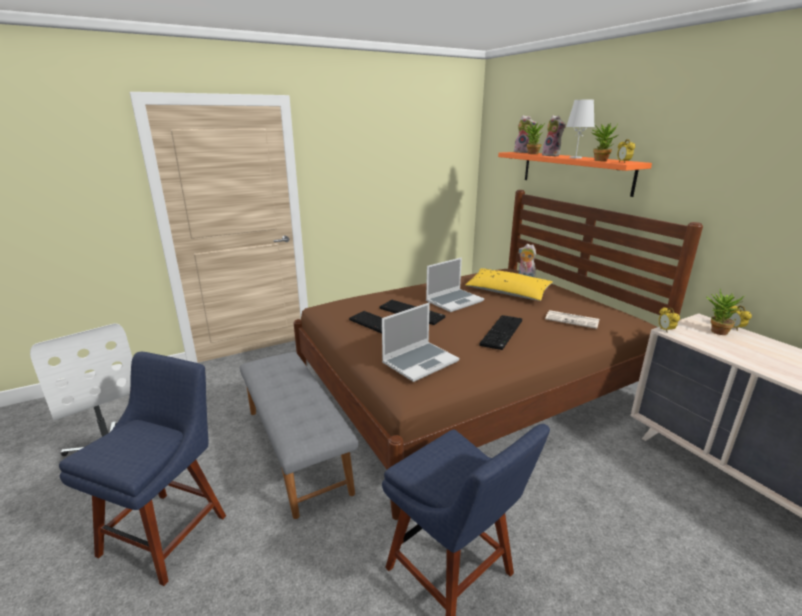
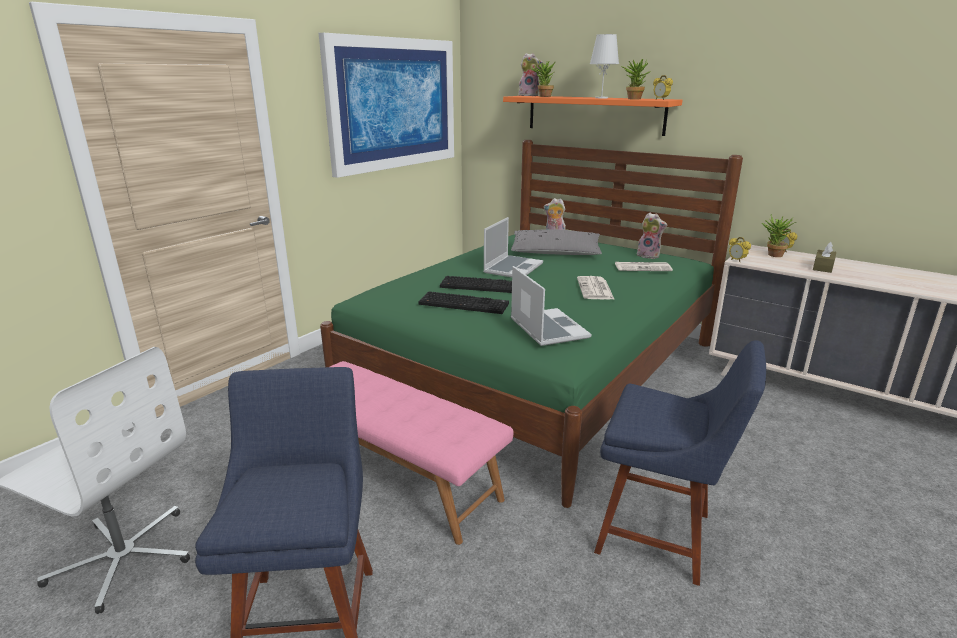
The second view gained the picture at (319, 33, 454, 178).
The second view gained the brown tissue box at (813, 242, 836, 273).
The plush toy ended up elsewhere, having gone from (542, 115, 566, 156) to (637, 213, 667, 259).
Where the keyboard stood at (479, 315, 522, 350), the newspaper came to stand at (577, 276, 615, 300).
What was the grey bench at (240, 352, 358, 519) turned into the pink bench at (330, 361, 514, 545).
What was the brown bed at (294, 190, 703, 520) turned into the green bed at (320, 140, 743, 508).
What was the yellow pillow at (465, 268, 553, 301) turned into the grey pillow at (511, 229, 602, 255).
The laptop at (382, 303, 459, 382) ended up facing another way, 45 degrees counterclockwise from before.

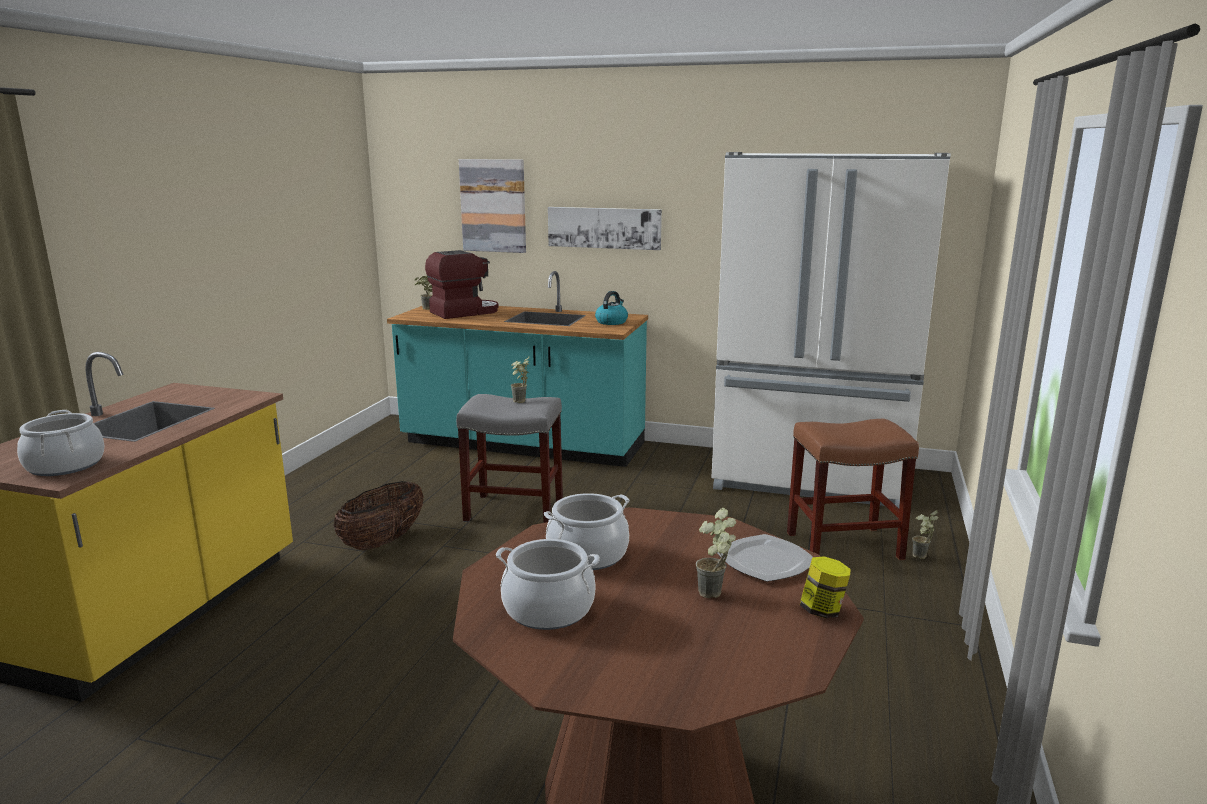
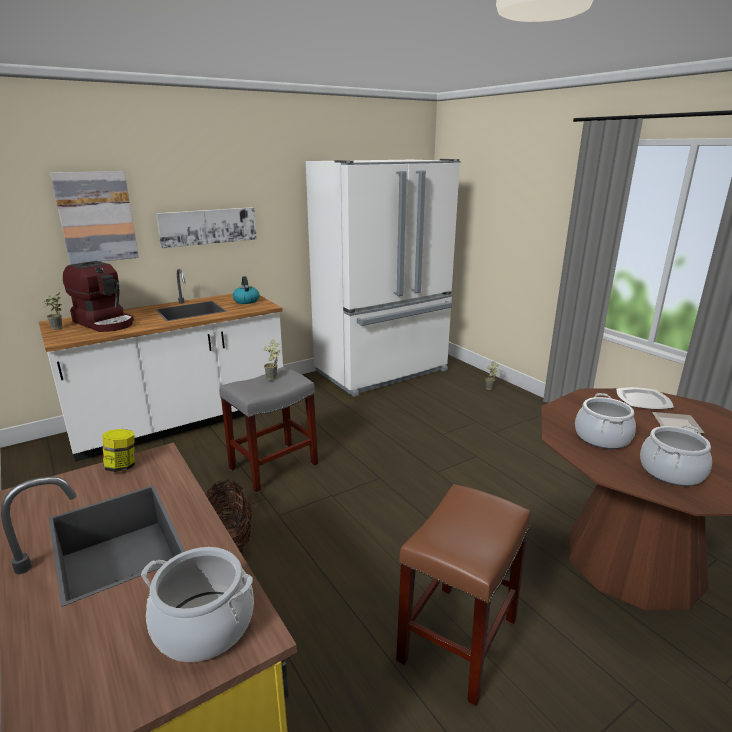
The brown stool ended up elsewhere, having gone from (787, 419, 919, 560) to (396, 484, 531, 706).
The jar ended up elsewhere, having gone from (800, 556, 851, 619) to (102, 429, 135, 472).
Where the potted plant stood at (696, 508, 736, 598), the plate came to stand at (652, 412, 704, 434).
What was the turquoise counter at (387, 271, 648, 467) turned into the white counter at (39, 269, 283, 462).
The coffee machine at (425, 250, 498, 319) ended up facing another way, 120 degrees clockwise from before.

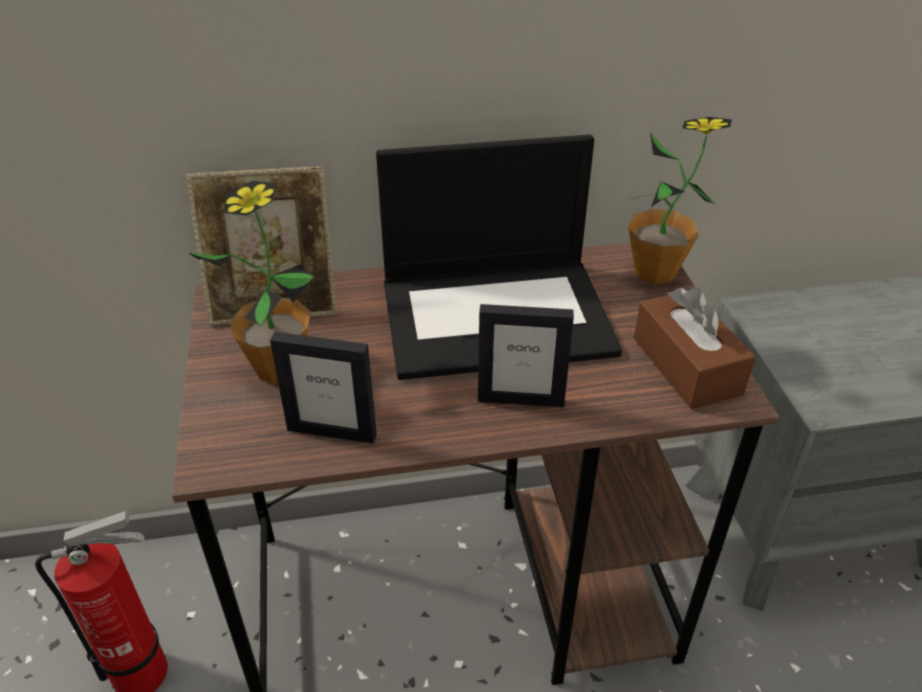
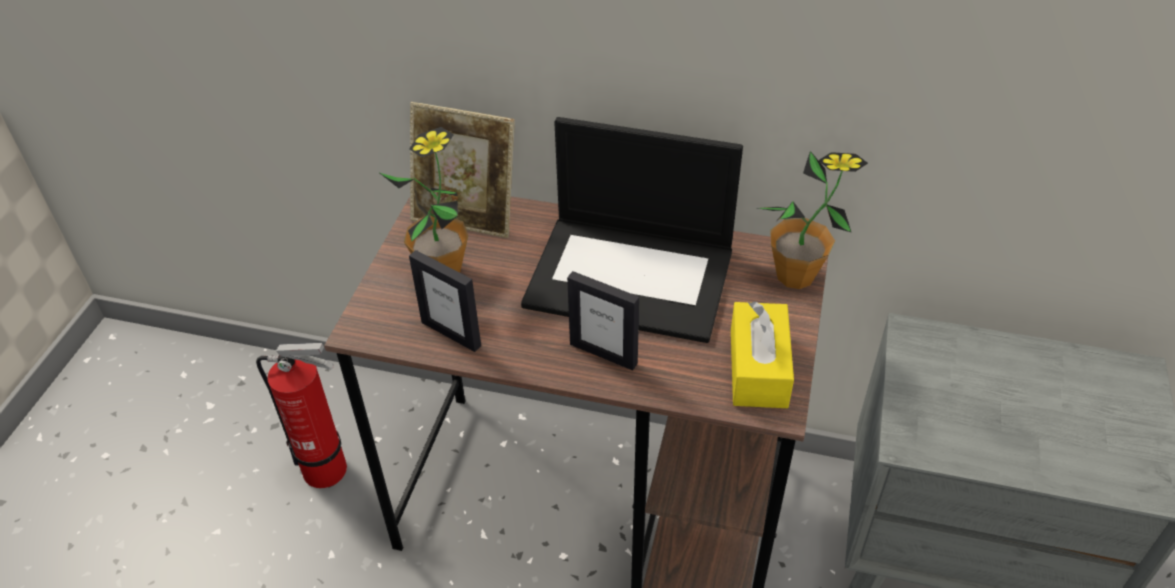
What was the brown tissue box at (634, 287, 755, 409) turned into the yellow tissue box at (731, 302, 794, 408).

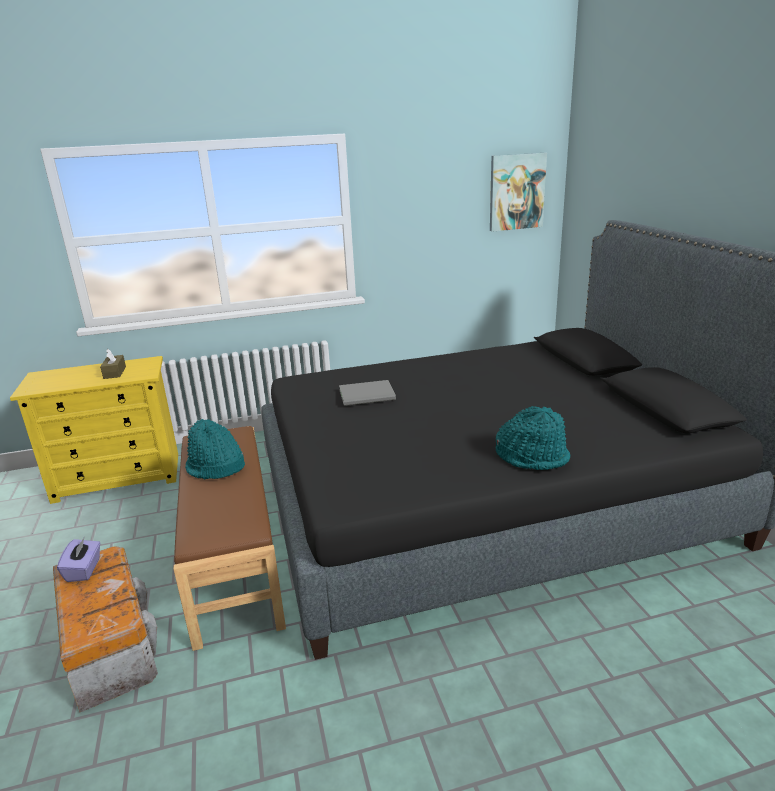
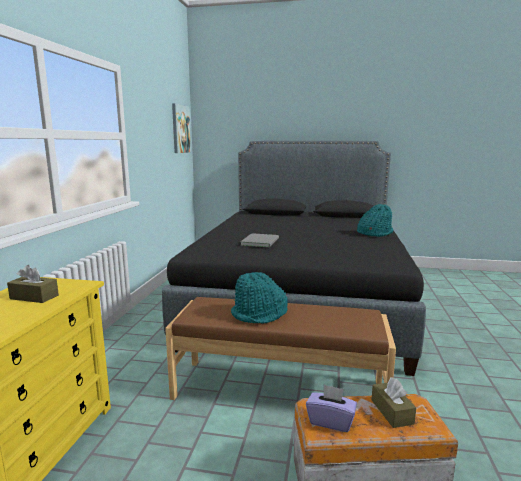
The second view gained the brown tissue box at (371, 377, 416, 428).

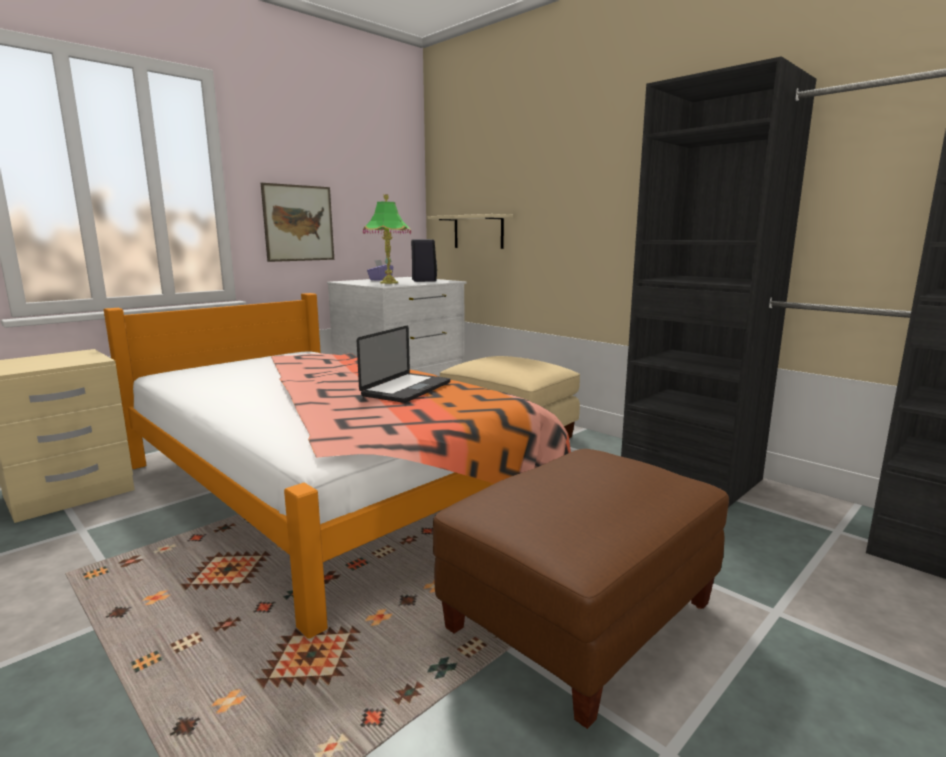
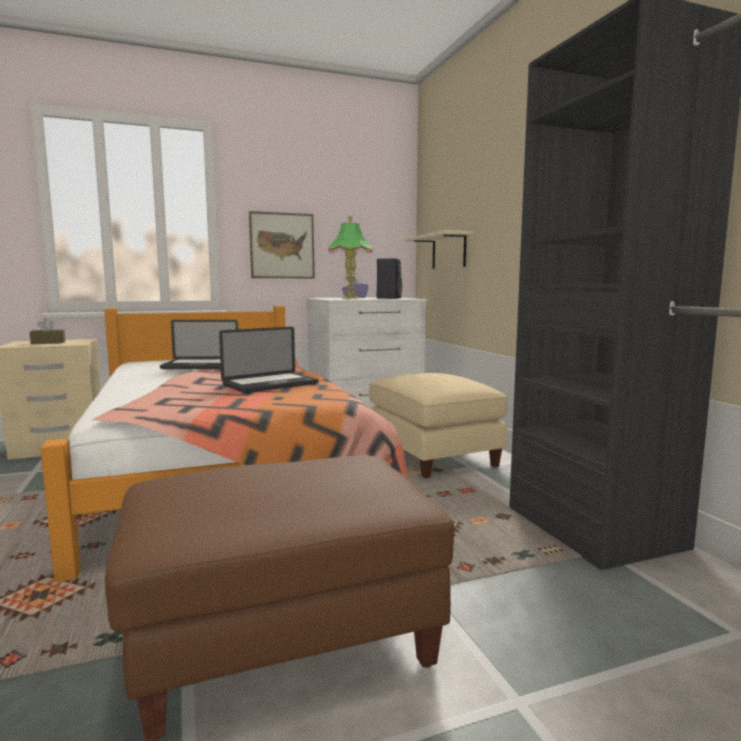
The second view gained the brown tissue box at (30, 319, 65, 344).
The second view gained the laptop at (160, 320, 238, 369).

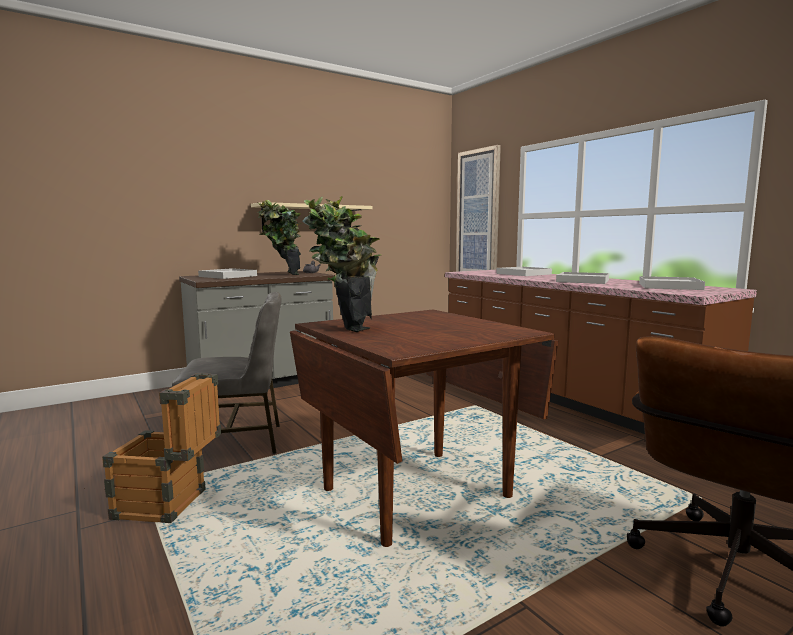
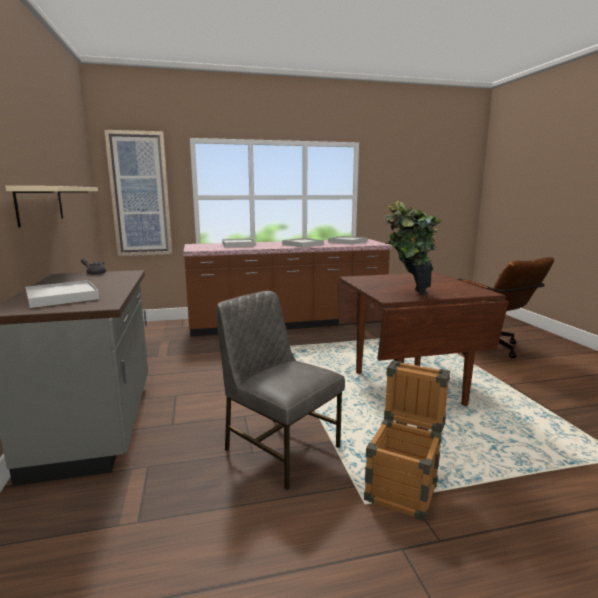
The second view lost the potted plant at (257, 200, 302, 275).
The grey chair at (172, 292, 282, 454) ended up facing another way, 60 degrees counterclockwise from before.

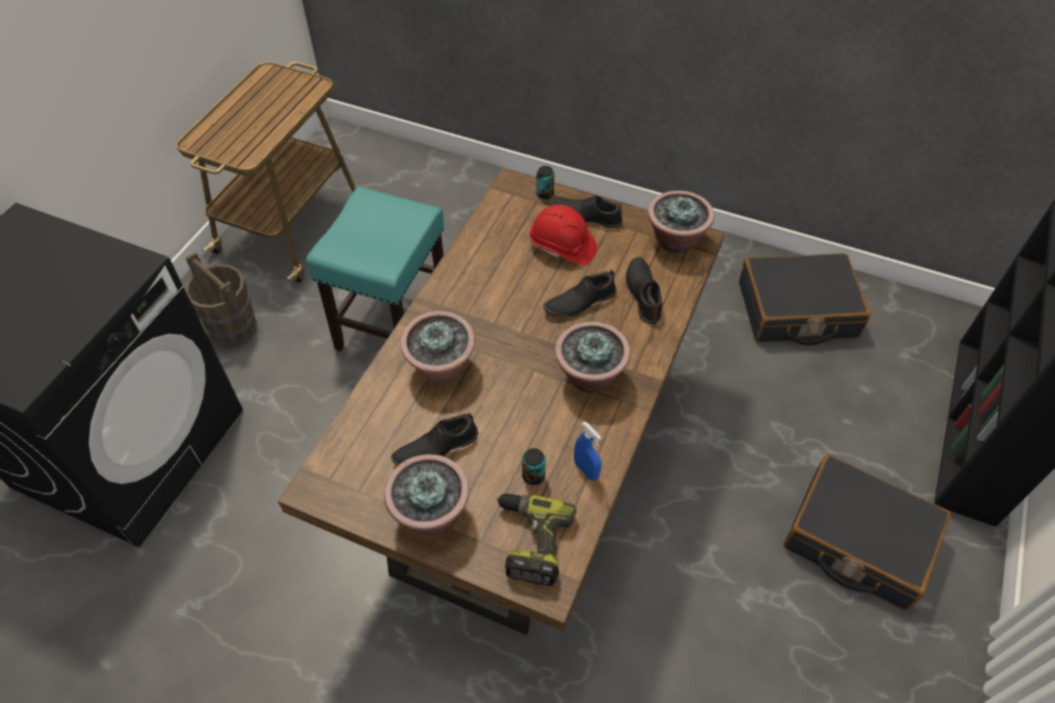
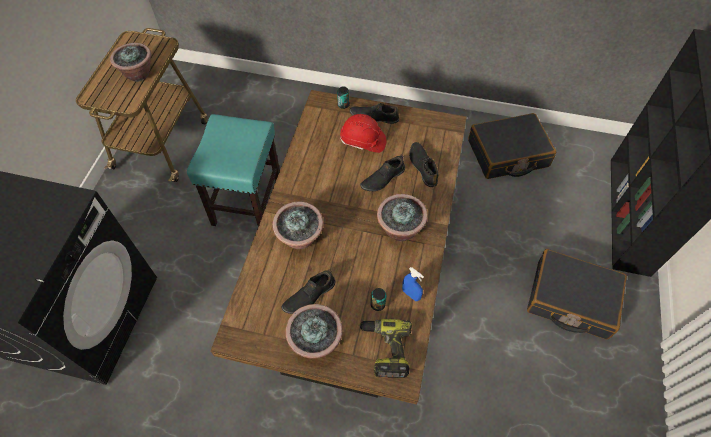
The second view lost the brown bucket at (185, 252, 257, 347).
The potted plant ended up elsewhere, having gone from (648, 191, 715, 254) to (110, 43, 151, 82).

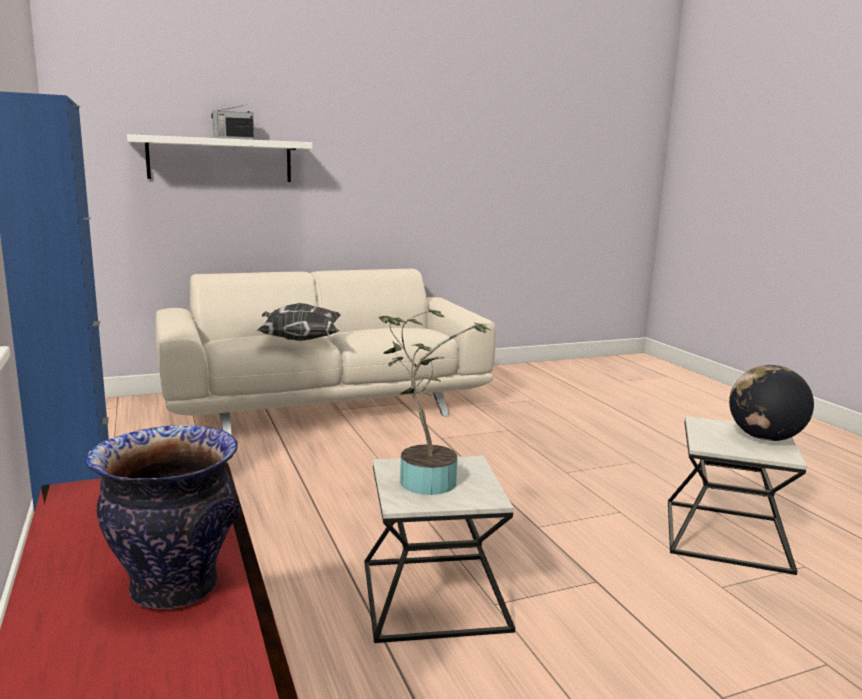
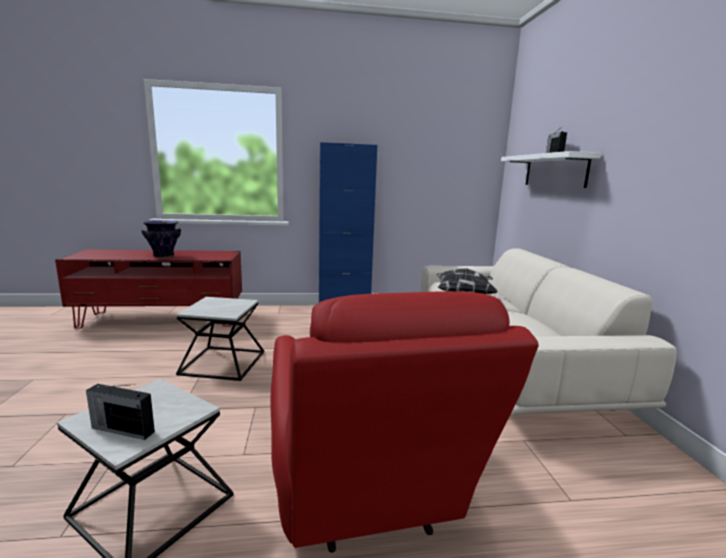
The second view lost the potted plant at (379, 309, 490, 495).
The second view gained the red armchair at (270, 291, 539, 553).
Where the globe stood at (729, 365, 814, 441), the radio came to stand at (86, 384, 155, 440).

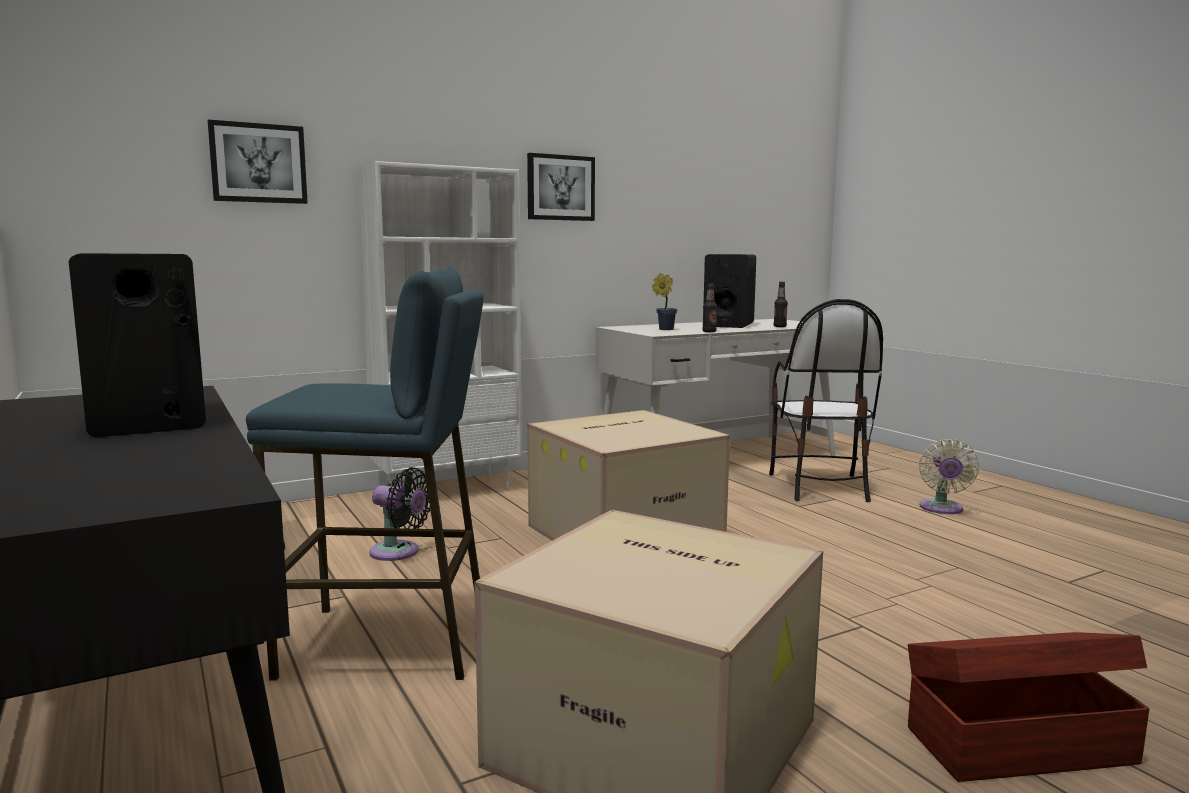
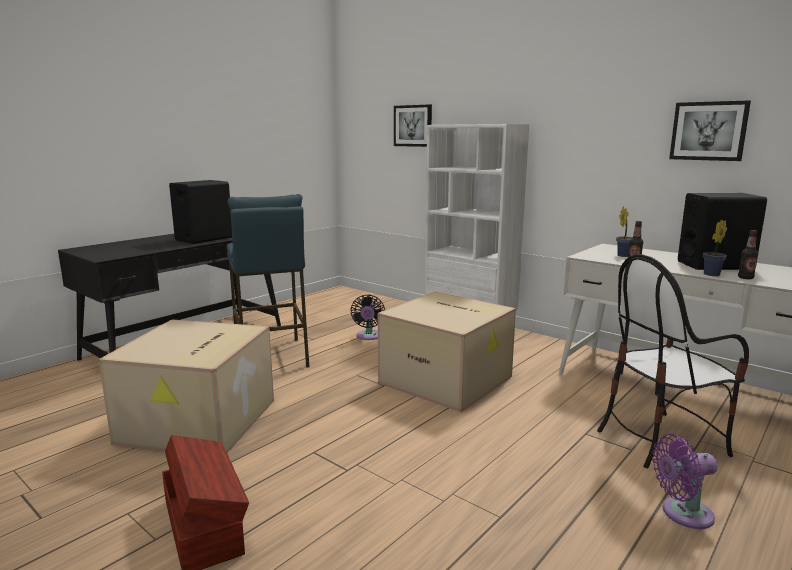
The second view gained the potted plant at (703, 220, 727, 276).
The picture ended up elsewhere, having gone from (527, 153, 595, 221) to (669, 100, 751, 161).
What was the beige fan at (919, 439, 979, 514) turned into the purple fan at (652, 434, 718, 529).

